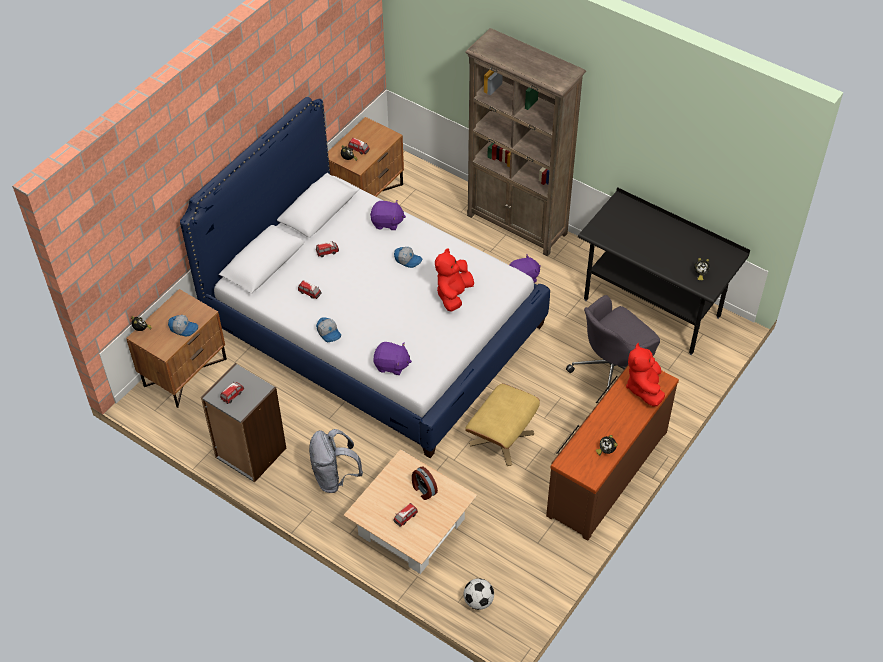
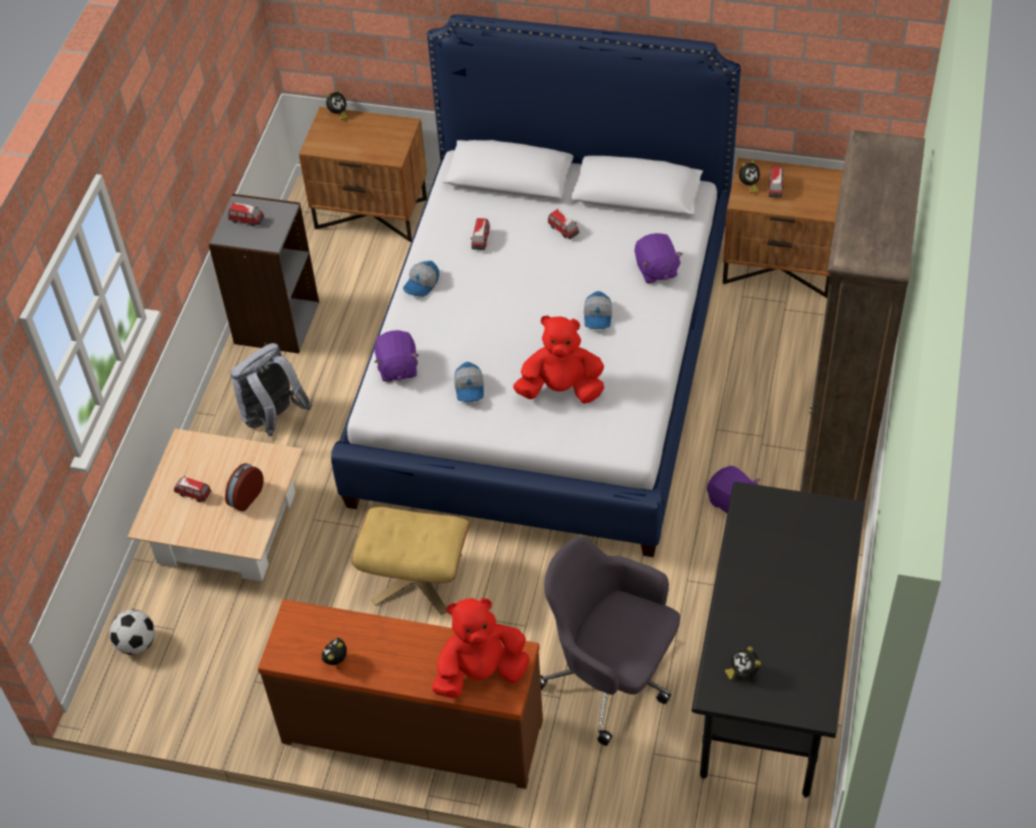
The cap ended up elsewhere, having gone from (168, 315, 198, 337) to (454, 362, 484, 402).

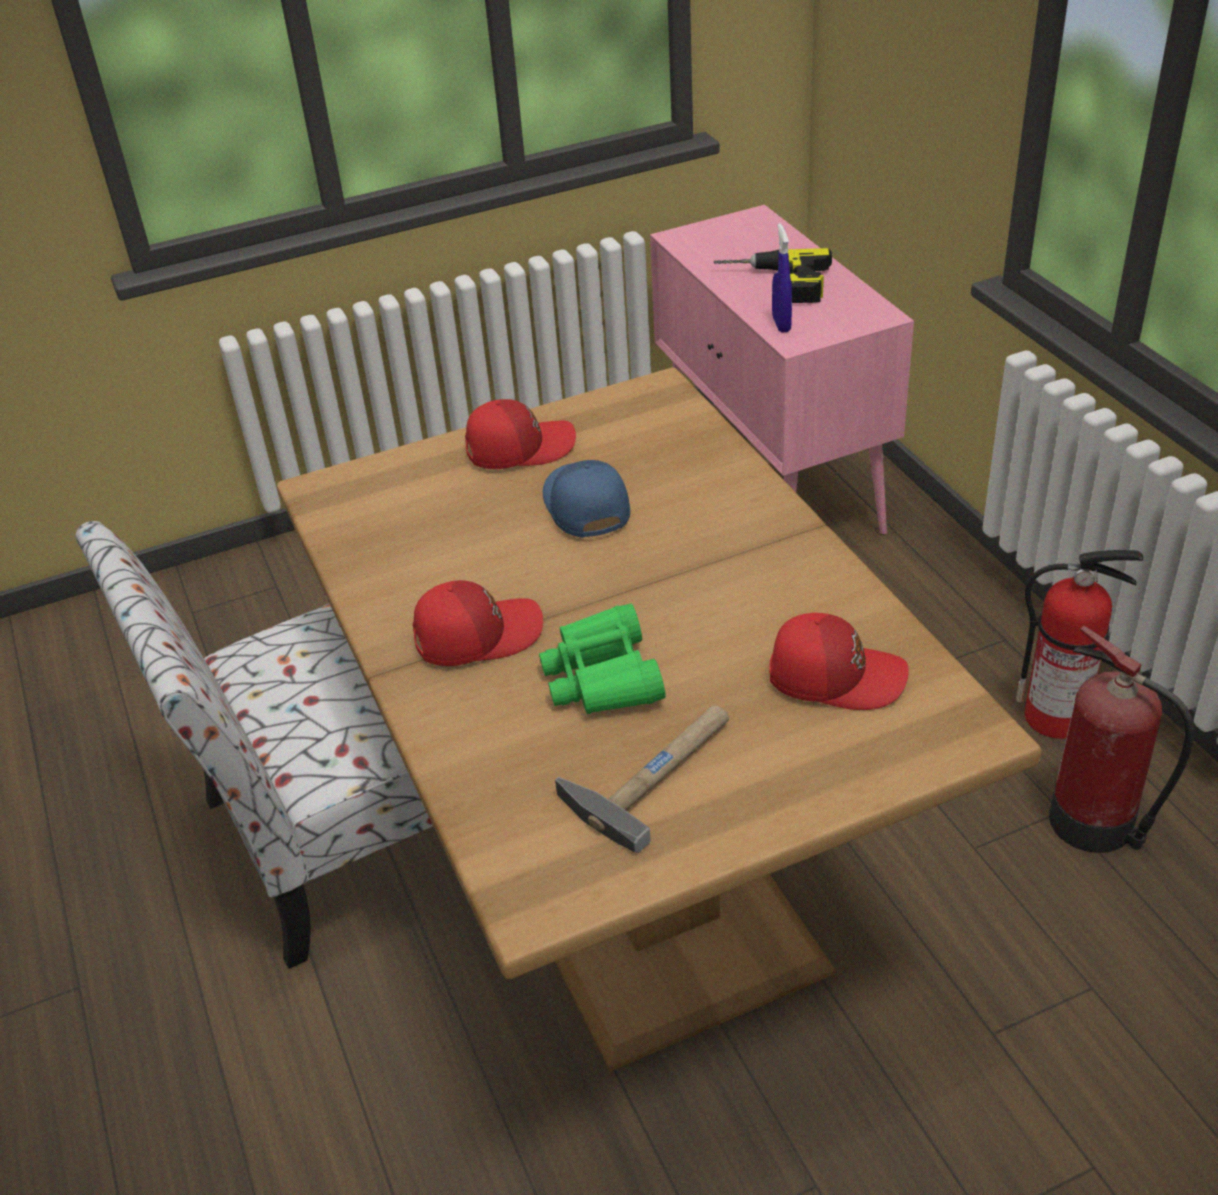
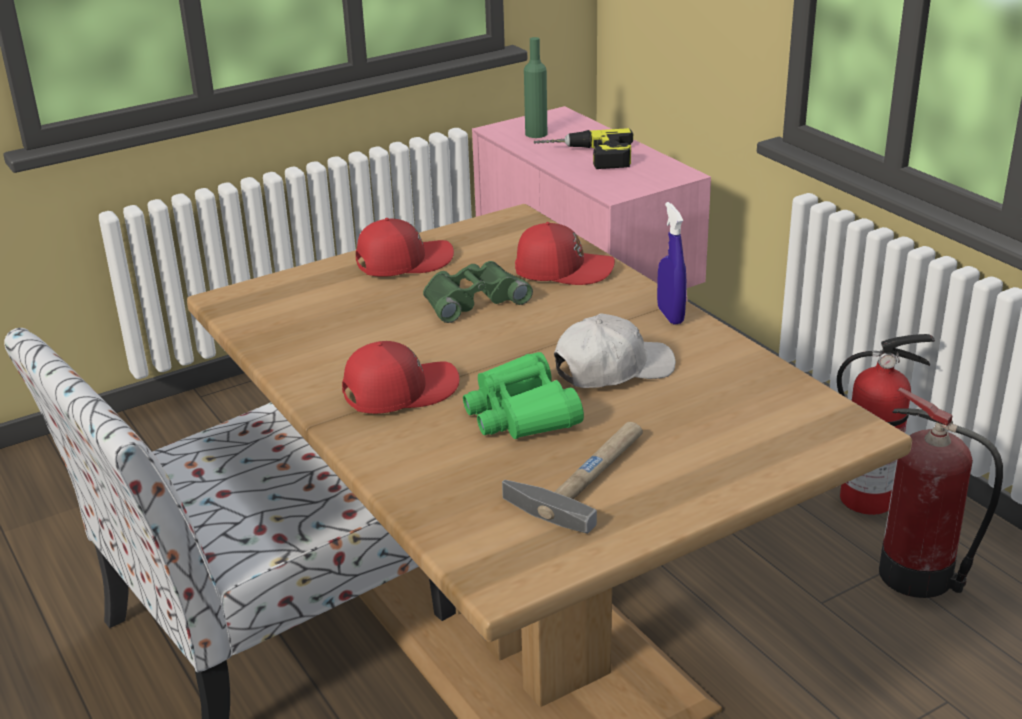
The second view gained the green bottle at (524, 37, 547, 138).
The second view gained the white cap at (554, 313, 676, 388).
The red cap ended up elsewhere, having gone from (769, 613, 909, 710) to (515, 222, 615, 285).
The blue spray bottle ended up elsewhere, having gone from (772, 223, 792, 333) to (657, 202, 687, 325).
Where the blue cap stood at (543, 460, 630, 538), the green binoculars came to stand at (423, 261, 533, 323).

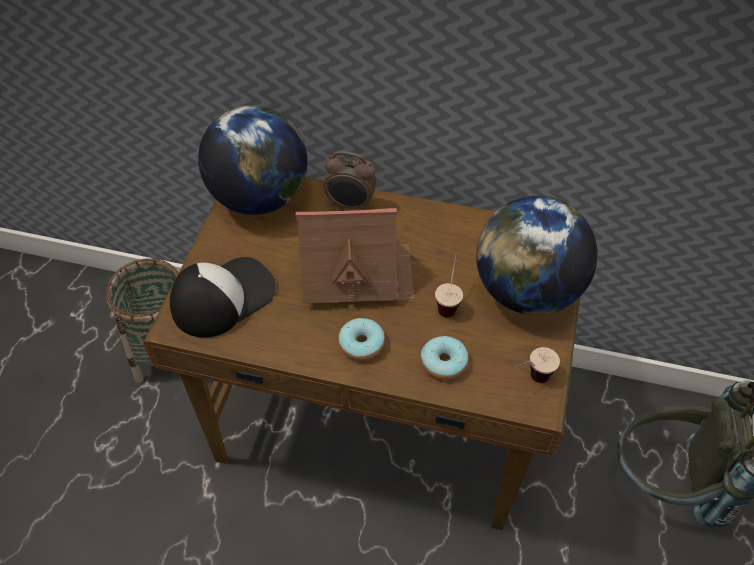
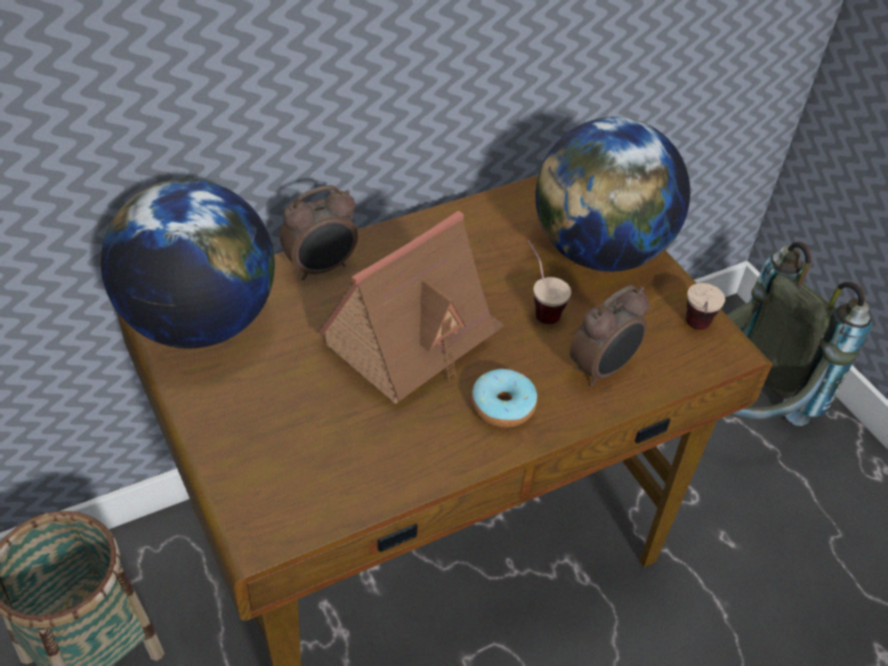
The second view lost the cap at (170, 257, 276, 338).
Where the donut stood at (421, 336, 468, 380), the alarm clock came to stand at (570, 285, 650, 386).

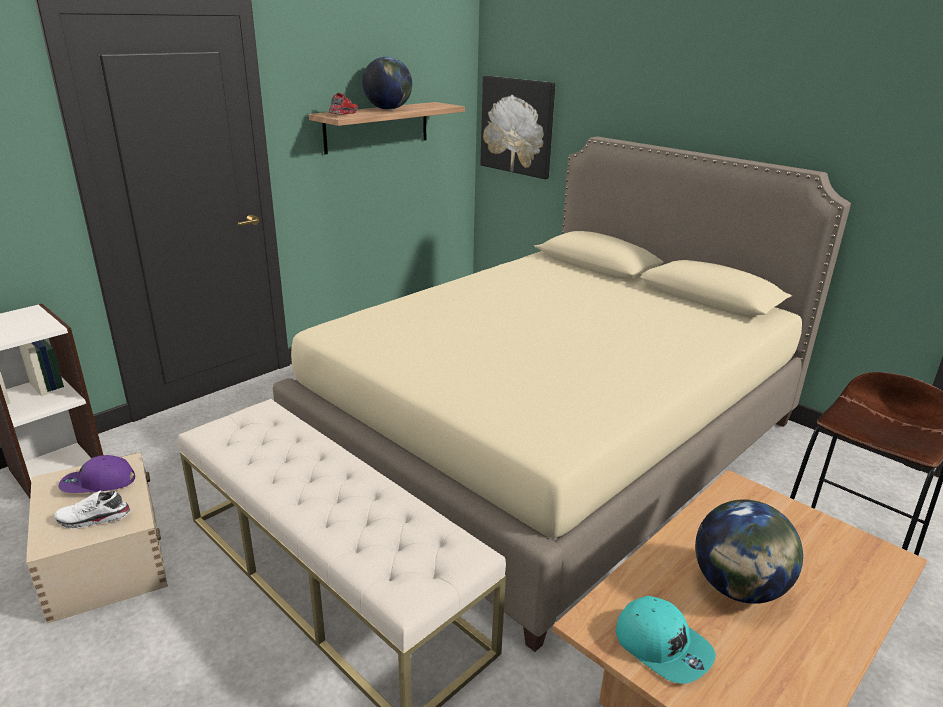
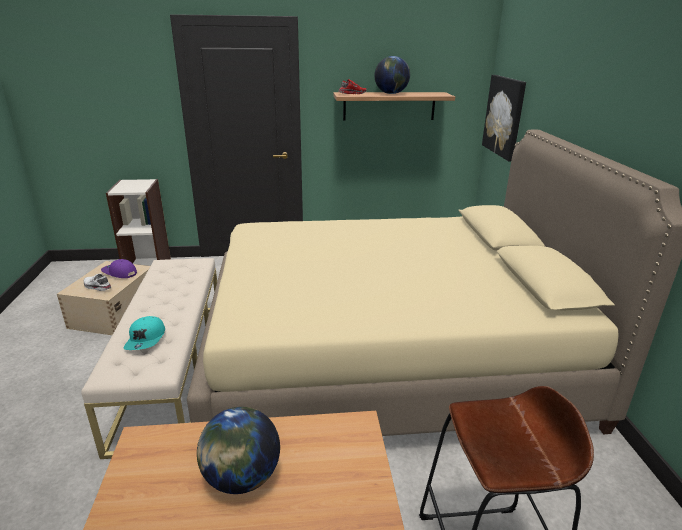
The turquoise cap ended up elsewhere, having gone from (616, 596, 716, 684) to (124, 316, 165, 350).

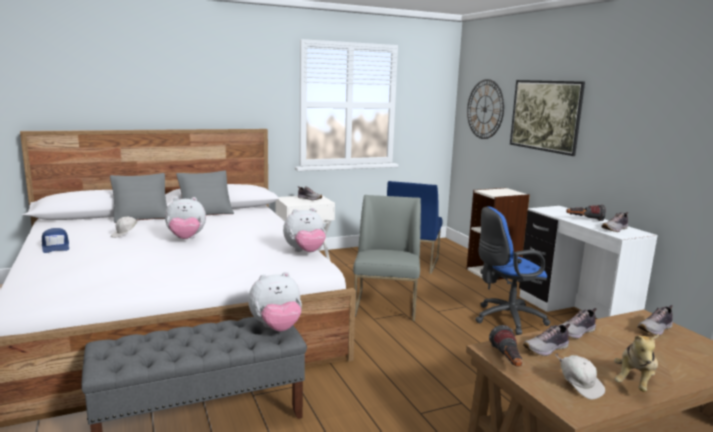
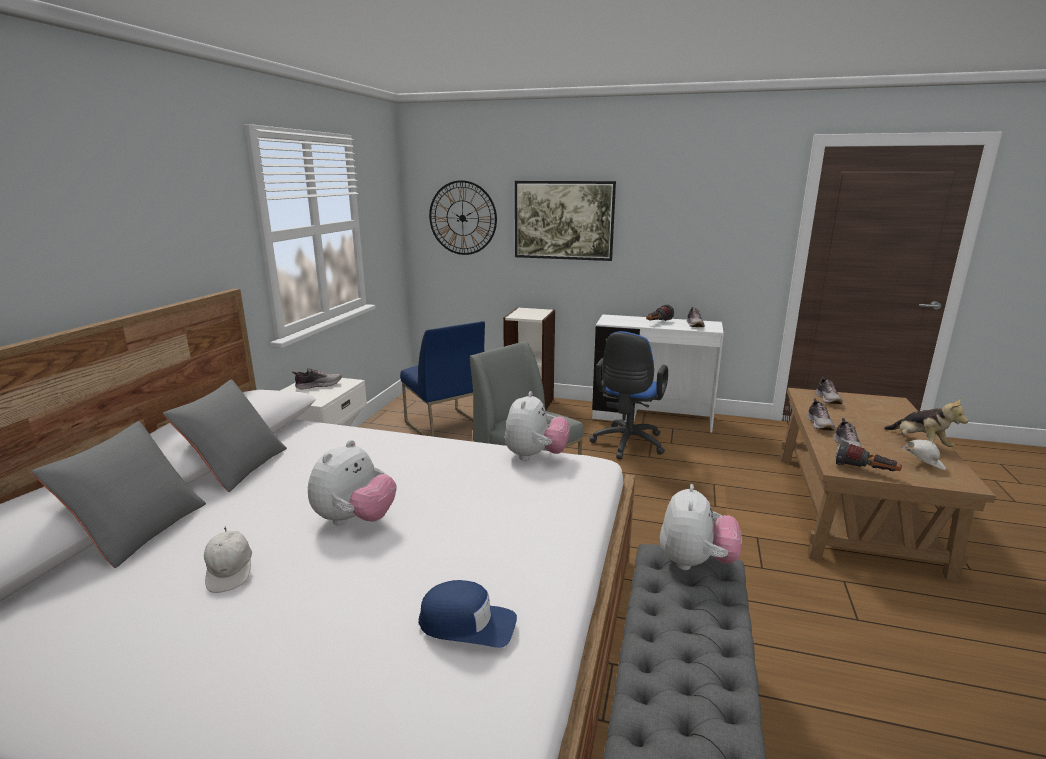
The blue cap ended up elsewhere, having gone from (42, 228, 69, 253) to (419, 580, 517, 648).

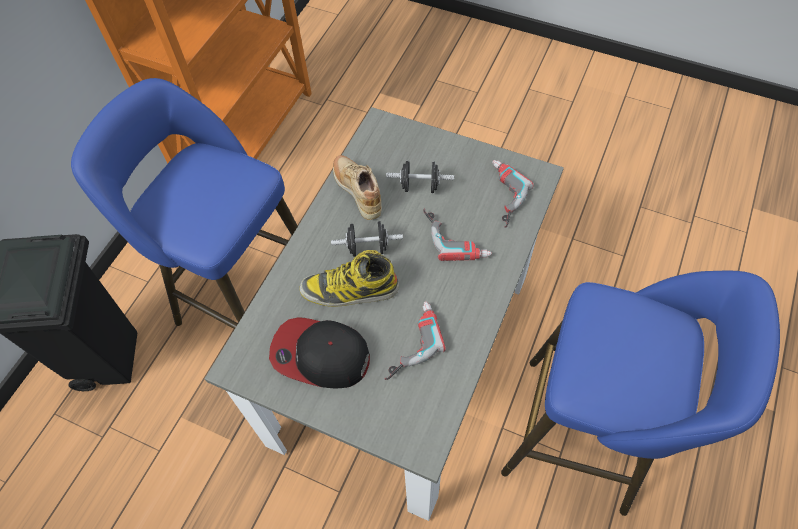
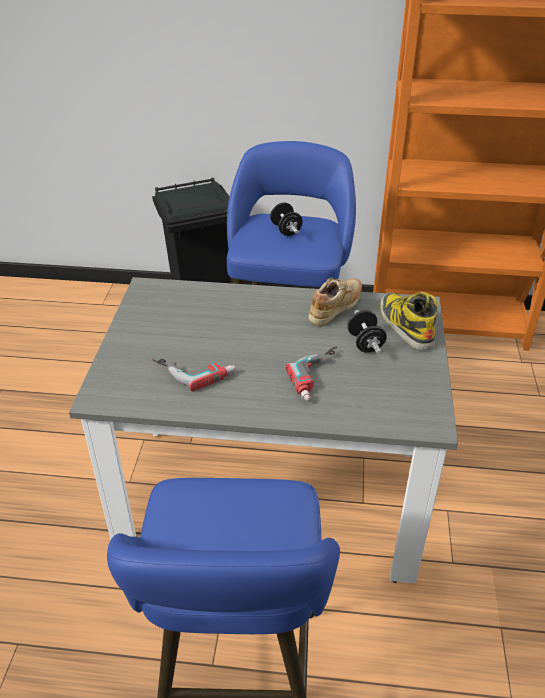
The second view lost the cap at (269, 318, 370, 389).
The second view lost the power drill at (492, 160, 534, 228).
The boot ended up elsewhere, having gone from (300, 250, 399, 307) to (380, 292, 439, 350).
The black dumbbell ended up elsewhere, having gone from (331, 221, 403, 257) to (270, 202, 303, 236).

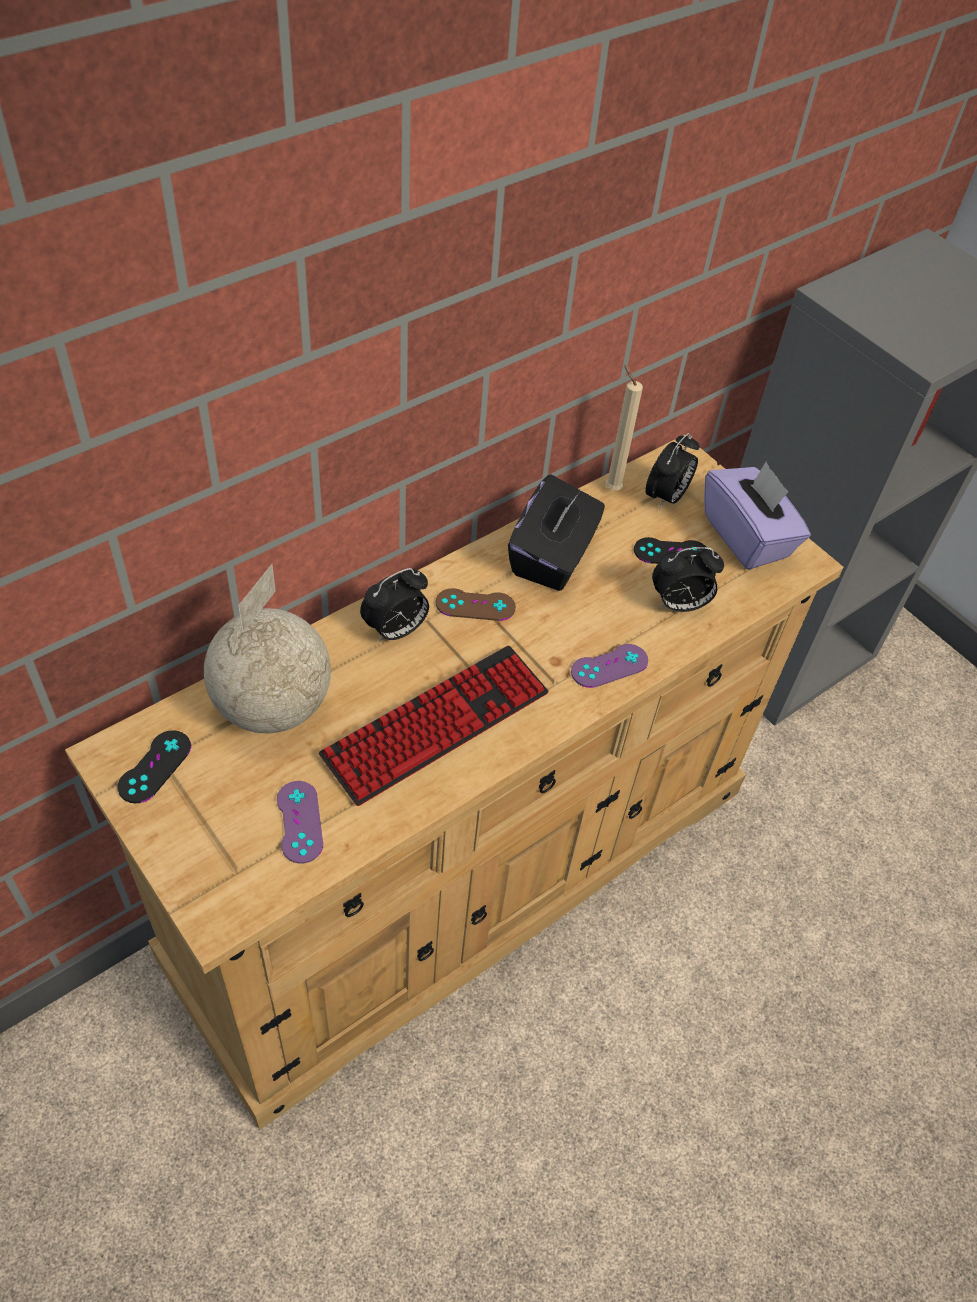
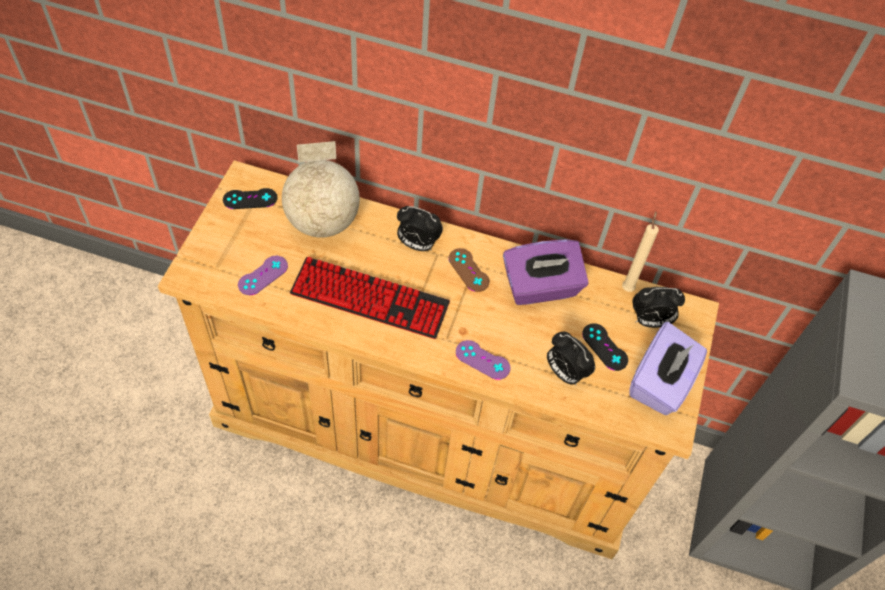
What was the black tissue box at (508, 475, 605, 591) turned into the purple tissue box at (503, 240, 589, 305).

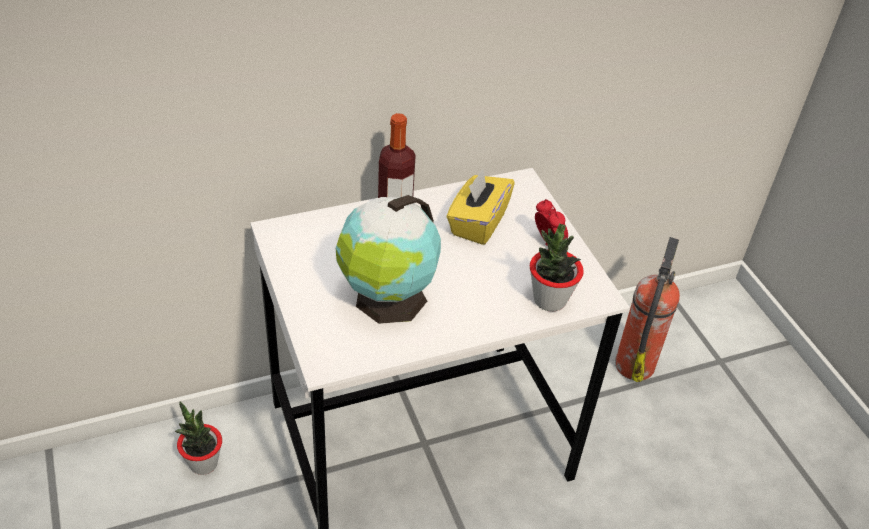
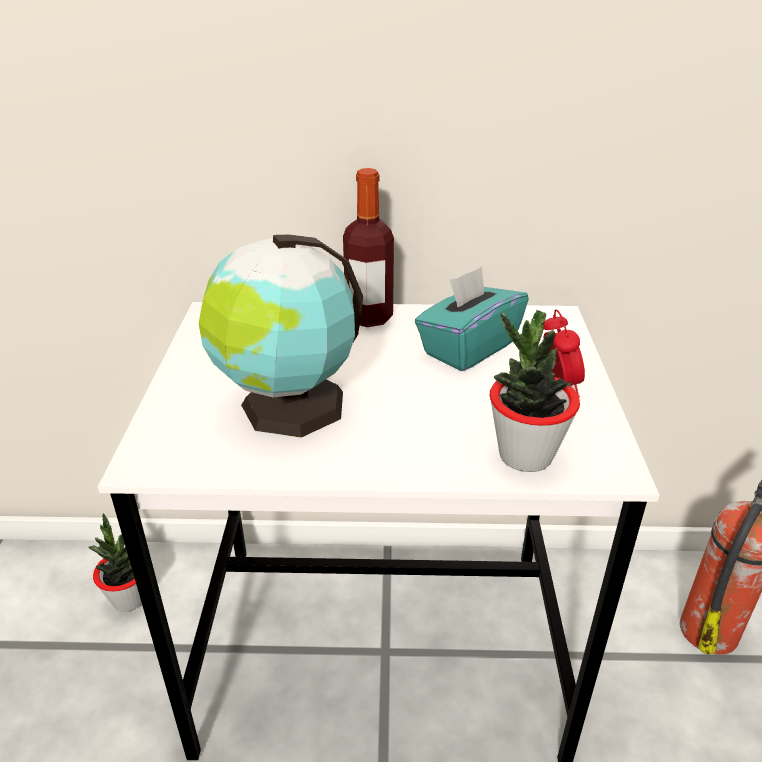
What was the yellow tissue box at (447, 169, 515, 245) turned into the turquoise tissue box at (415, 266, 529, 371).

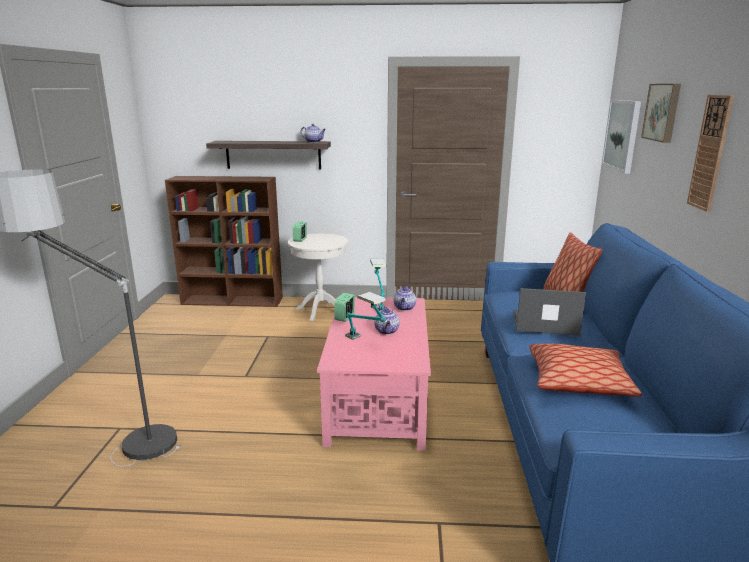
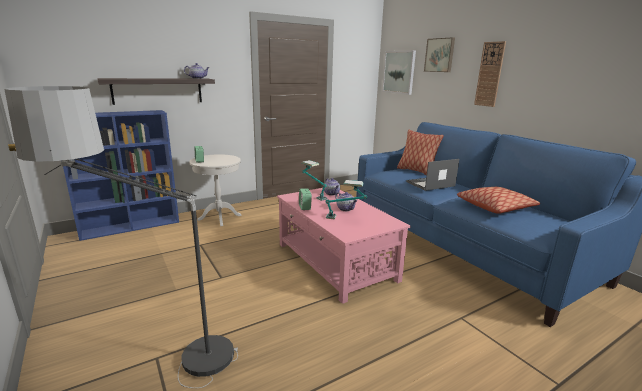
What was the brown bookcase at (165, 176, 283, 307) turned into the blue bookcase at (63, 110, 179, 241).

